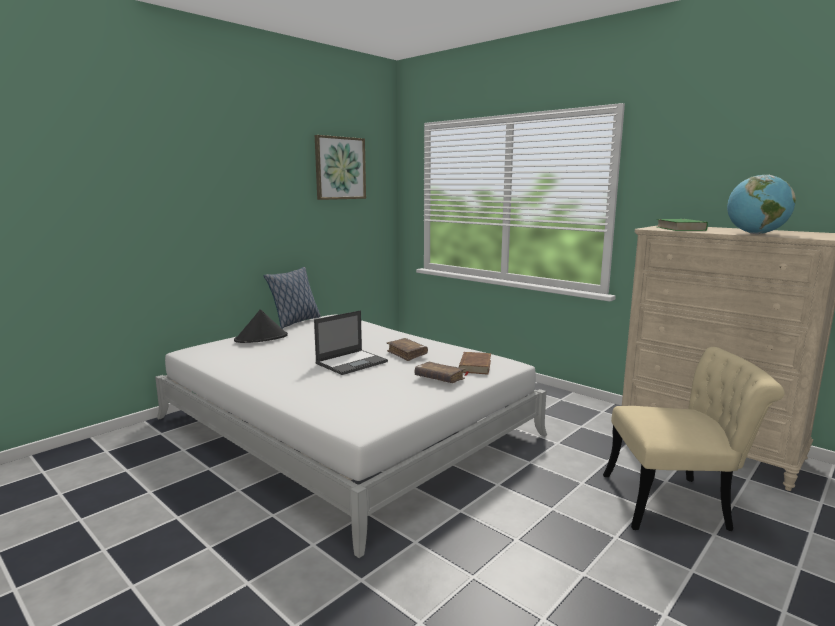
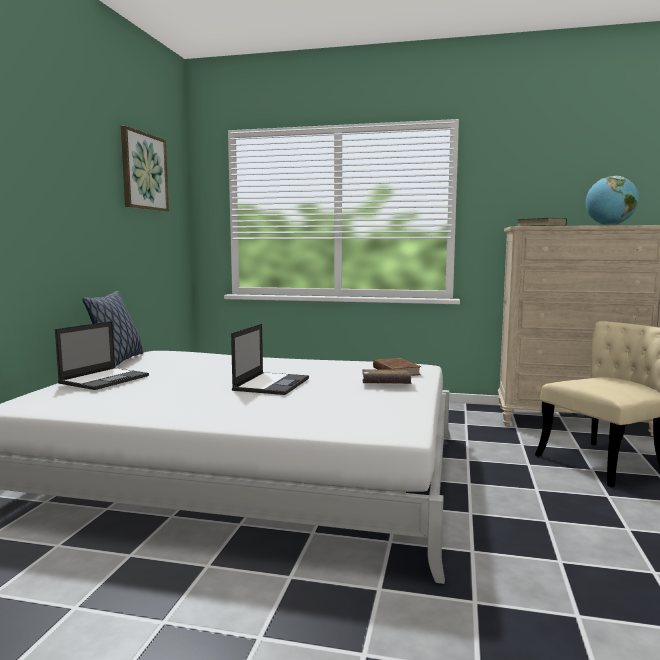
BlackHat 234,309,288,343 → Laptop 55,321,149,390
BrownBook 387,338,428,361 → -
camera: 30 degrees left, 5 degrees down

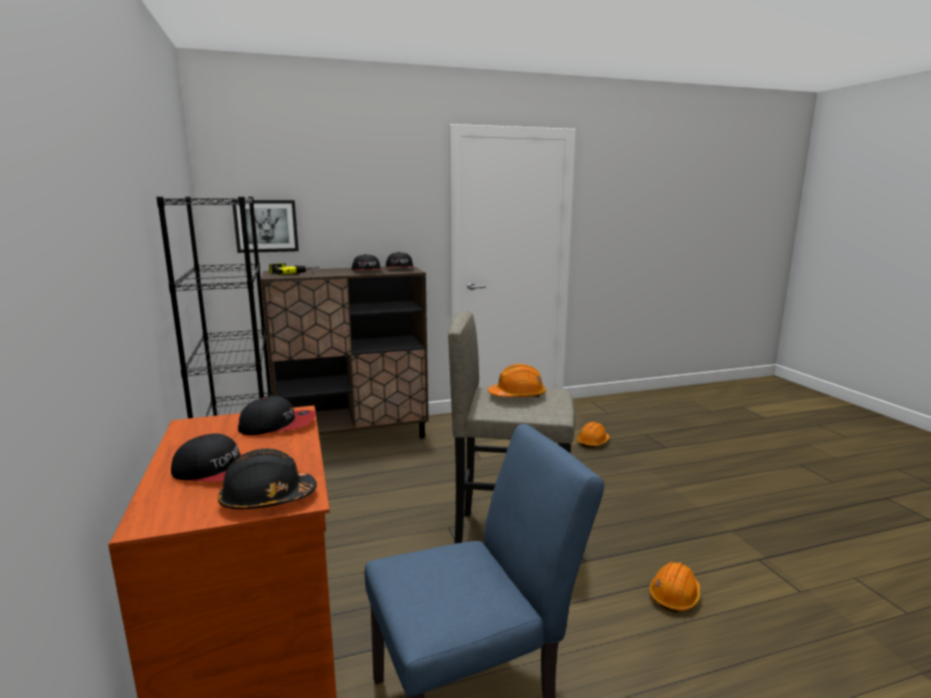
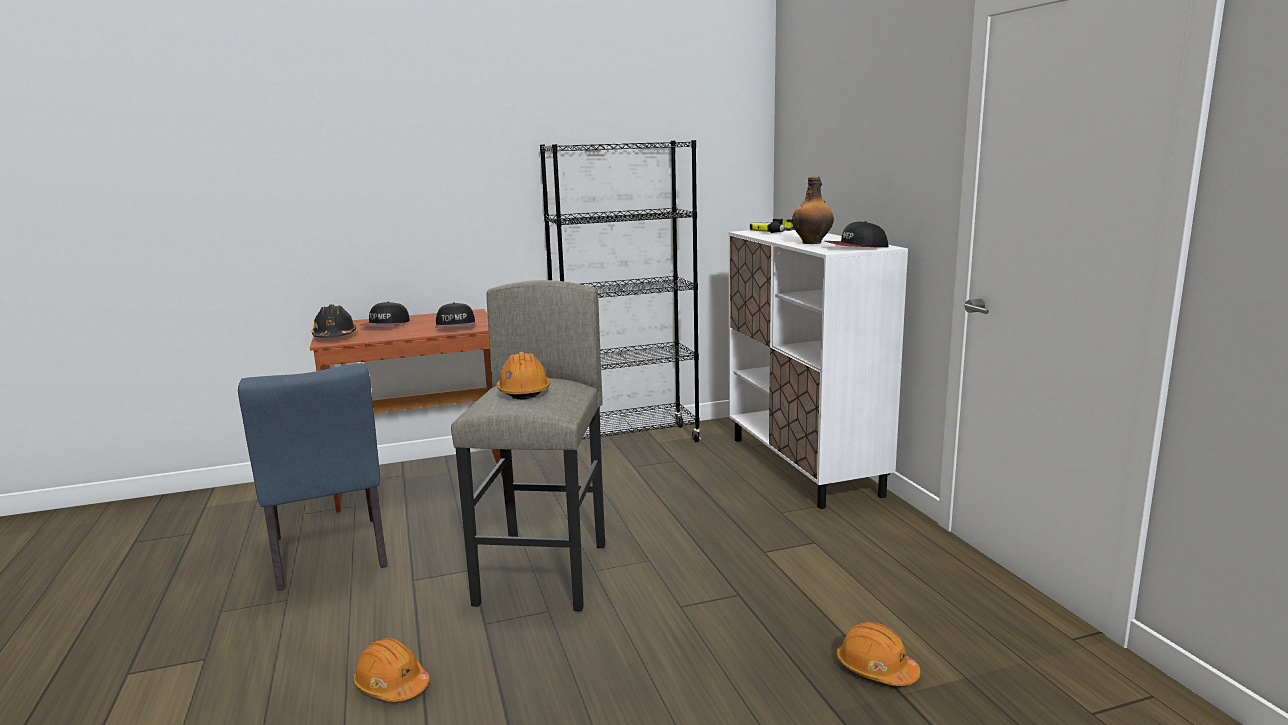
Picture 233,200,299,253 → -
BrownCabinet 261,266,429,438 → WhiteCabinet 729,230,908,509
Cap 352,254,383,271 → Bottle 792,176,834,244
camera: 90 degrees right, 0 degrees up

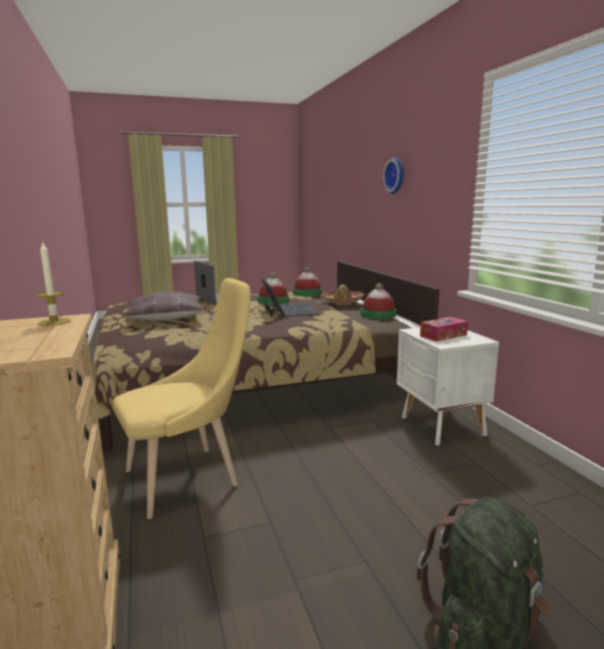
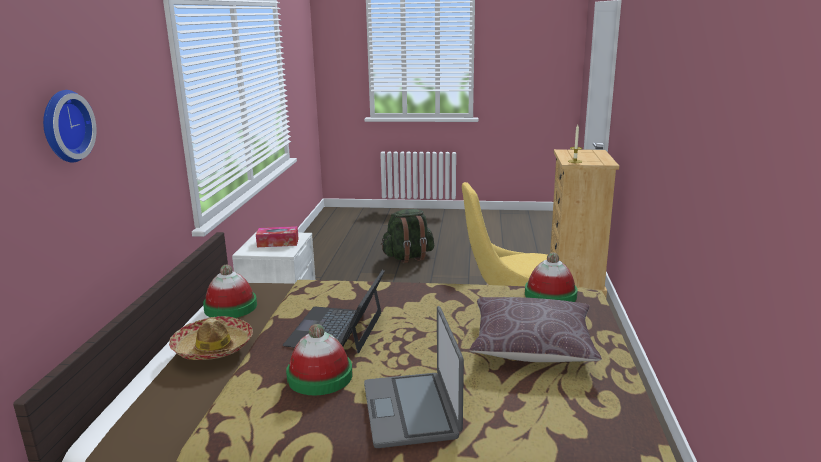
Hat 293,267,322,296 → Hat 525,252,578,302, moved
camera: 155 degrees left, 5 degrees up

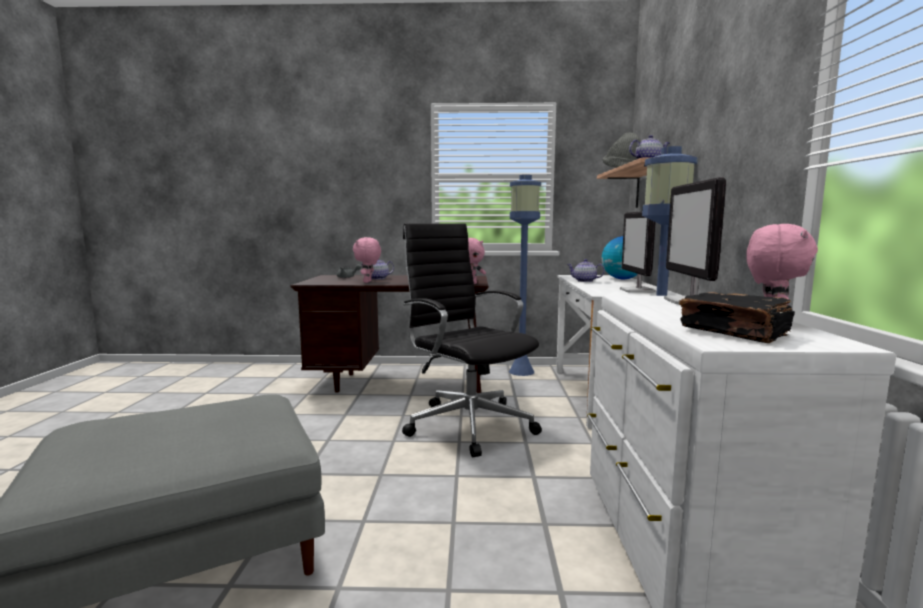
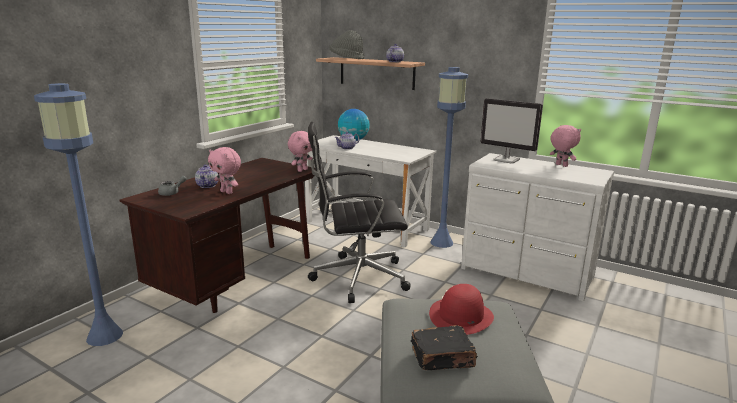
BlueFloorLamp 509,175,541,376 → BlueFloorLamp 34,83,123,346, moved
Monitor 620,211,656,293 → -
BlackBook 679,292,795,343 → BlackBook 411,325,478,370, moved
- → RedHat 429,284,494,335
camera: 60 degrees left, 10 degrees up

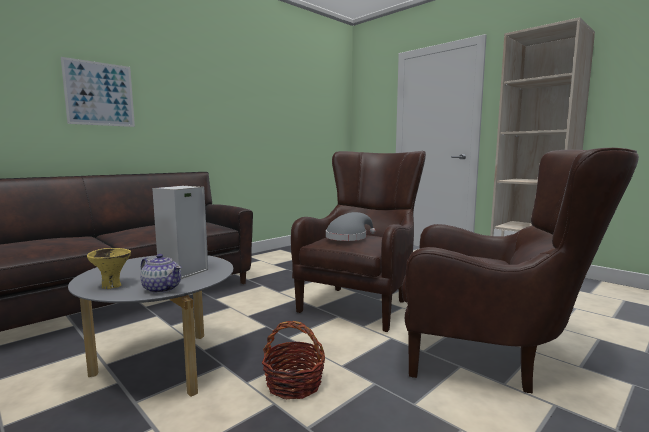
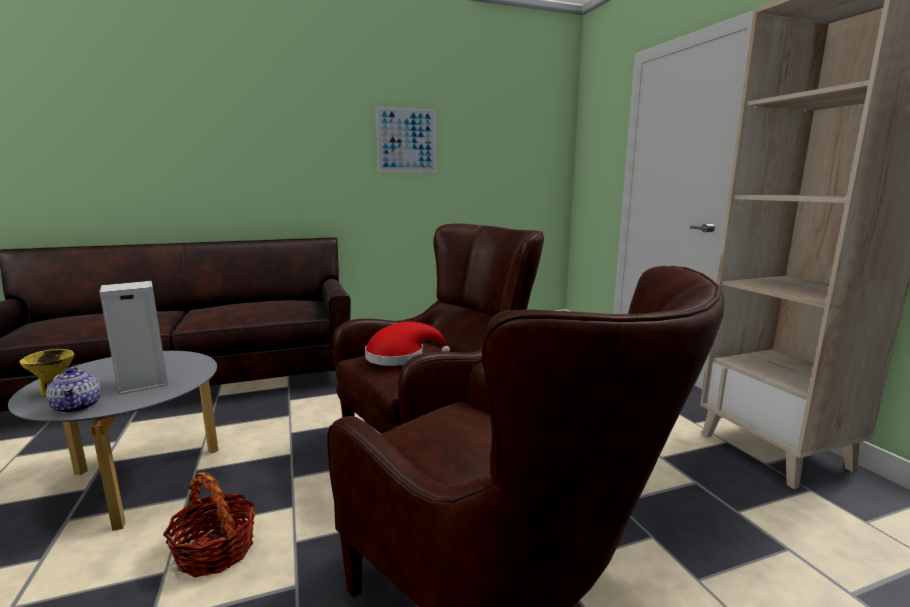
Picture 61,57,135,127 → Picture 376,106,436,172, moved
GreyHat 326,212,376,241 → RedHat 365,322,450,366
camera: 25 degrees right, 5 degrees up

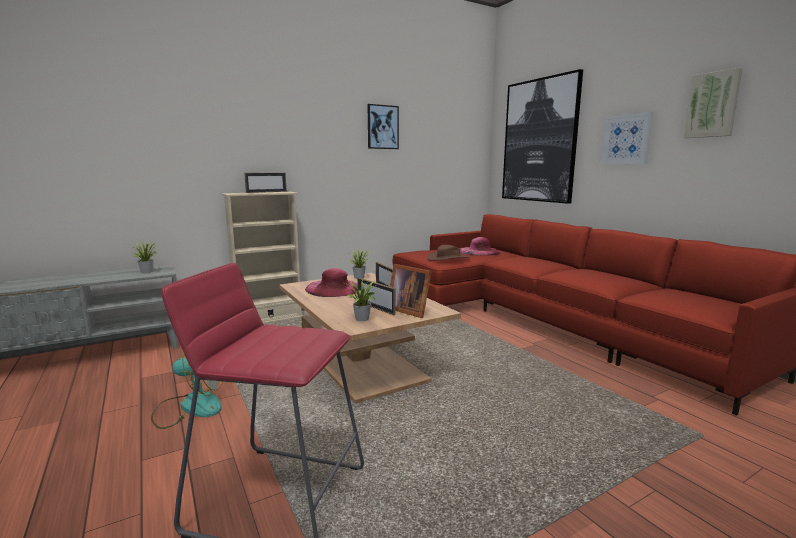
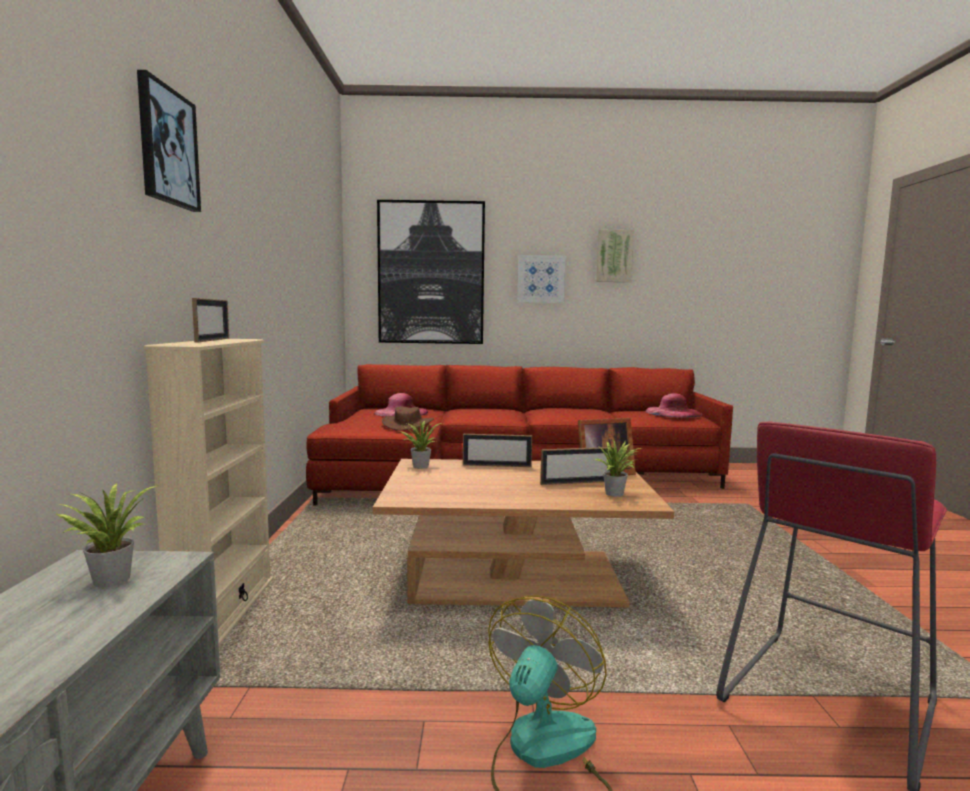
PinkHat 305,268,358,297 → PinkHat 646,393,702,418, moved
Picture 367,104,399,149 → Picture 137,70,201,212, moved
camera: 60 degrees left, 5 degrees down

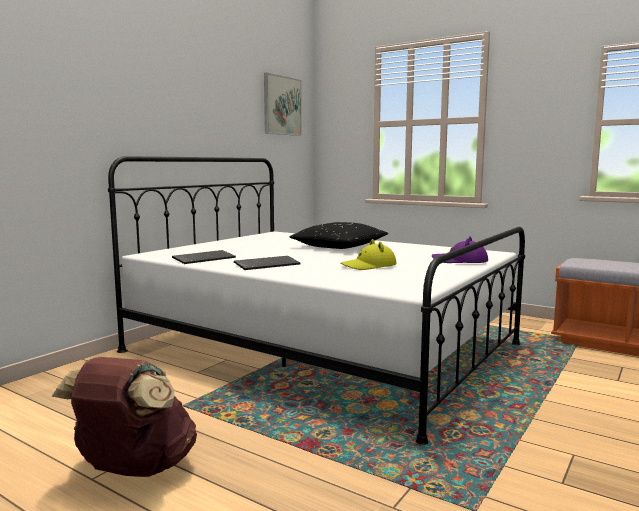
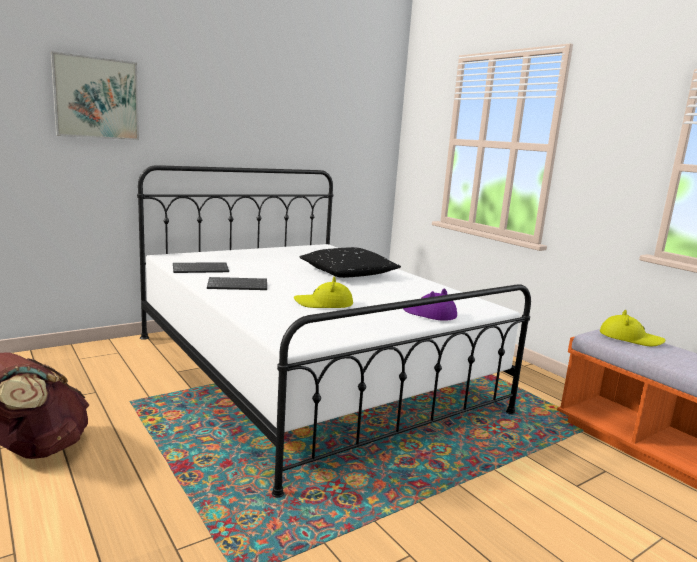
Picture 264,73,302,136 → Picture 51,51,139,140, moved
- → YellowHat 600,310,665,346
camera: 20 degrees right, 5 degrees up

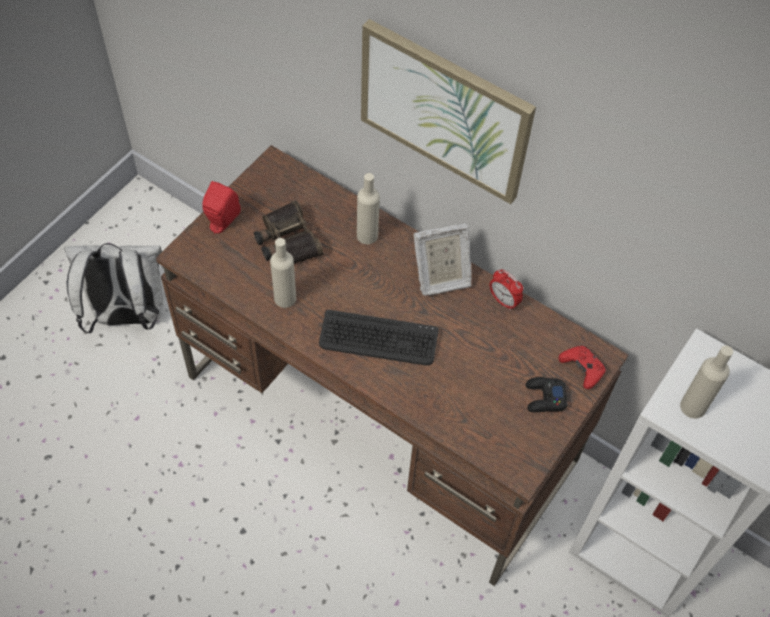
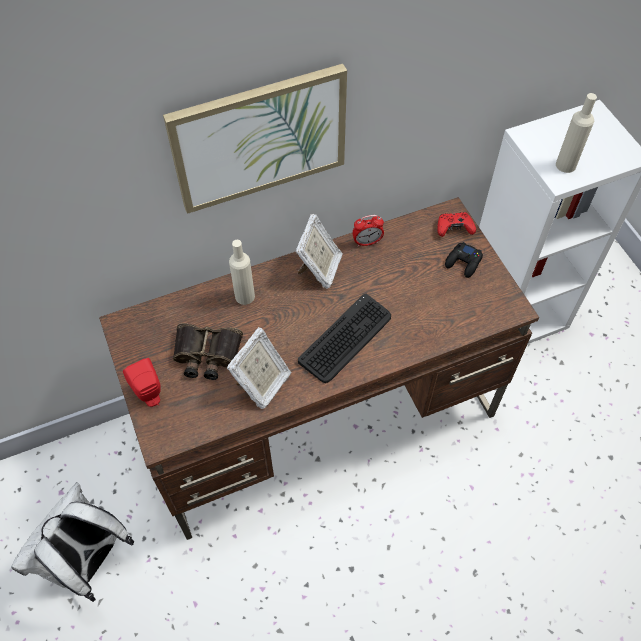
BeigeBottle 270,238,296,308 → PictureFrame 227,327,291,409
camera: 55 degrees left, 0 degrees up

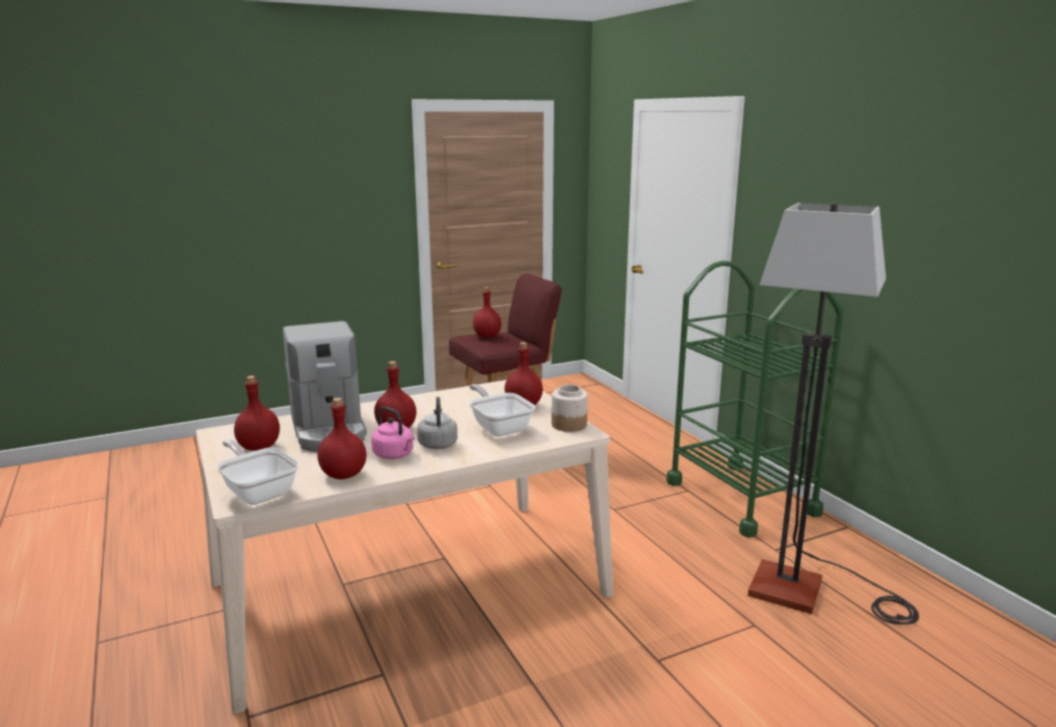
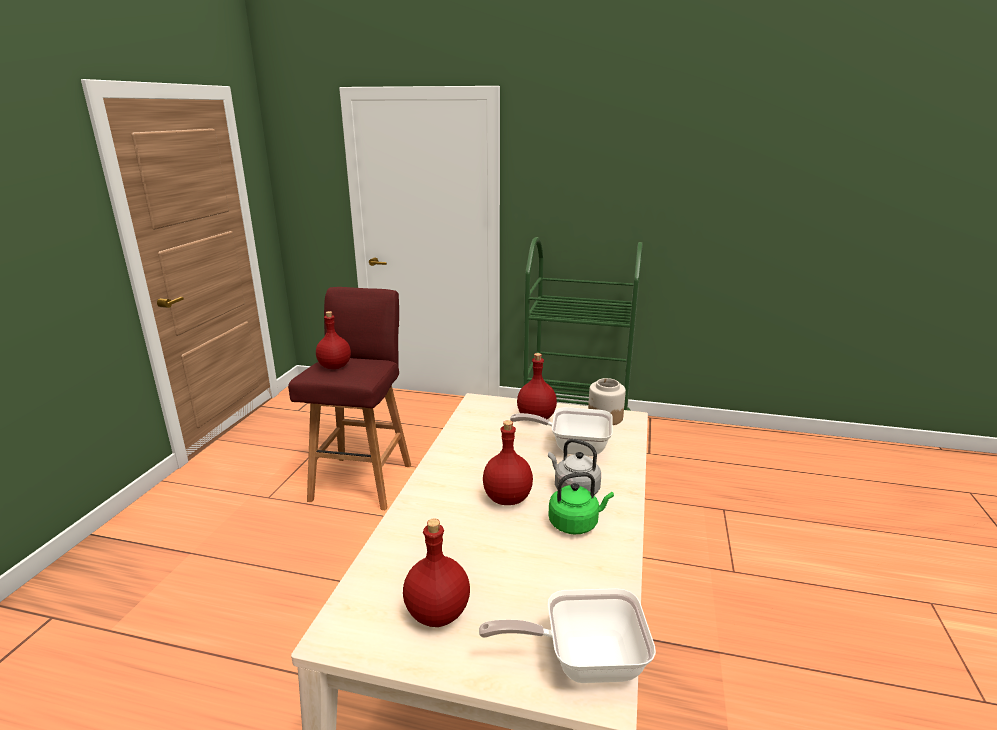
CoffeeMachine 283,321,367,452 → -
RedBottle 317,398,366,480 → -
PinkKettle 371,406,414,459 → GreenKettle 548,472,614,535
FloorLamp 748,202,919,625 → -
camera: 50 degrees left, 5 degrees up

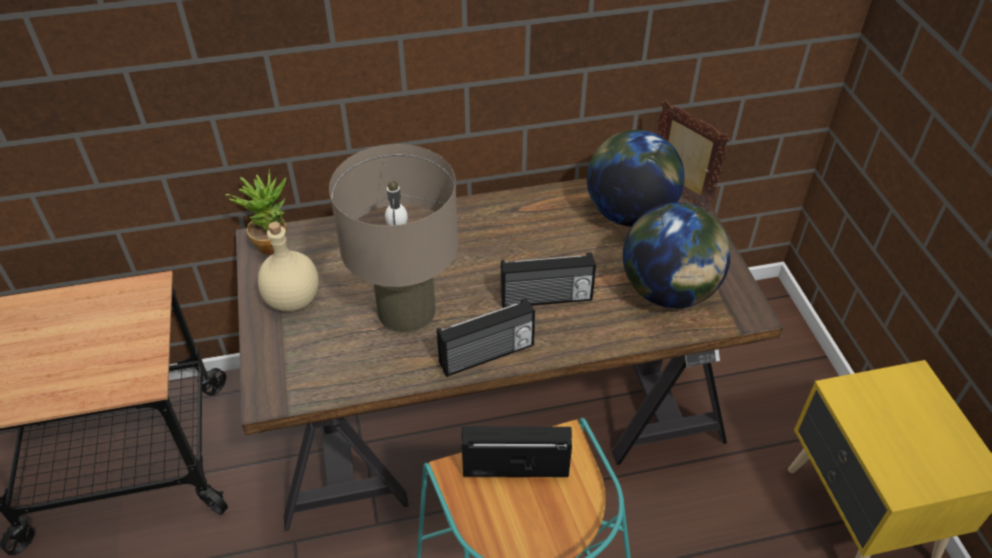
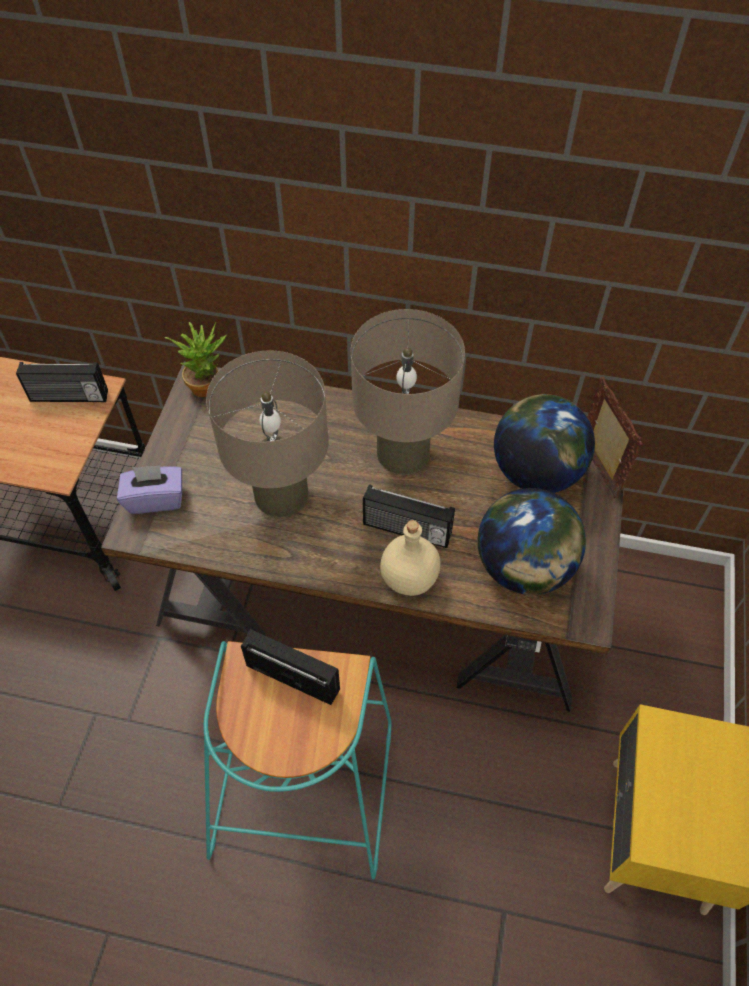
BeigeBottle 258,222,319,311 → BeigeBottle 380,520,441,596, moved
Radio 437,298,535,377 → Radio 16,362,108,402, moved
- → PurpleTissueBox 117,465,182,514
- → BeigeTableLamp 351,309,465,475
camera: 25 degrees right, 10 degrees up

